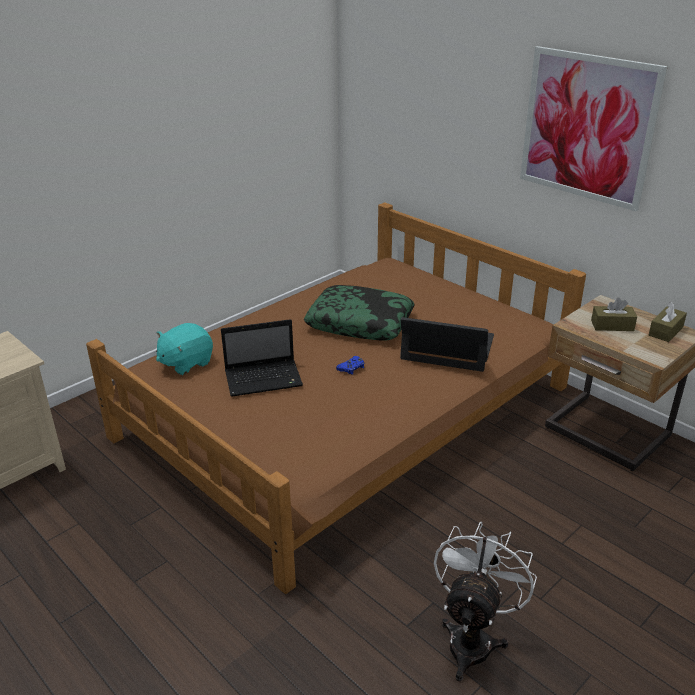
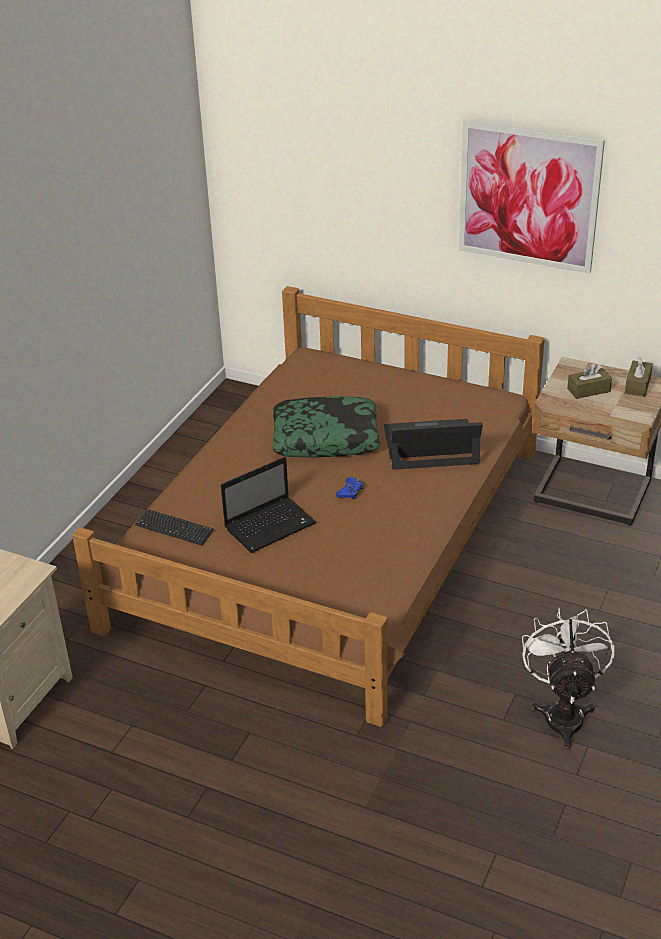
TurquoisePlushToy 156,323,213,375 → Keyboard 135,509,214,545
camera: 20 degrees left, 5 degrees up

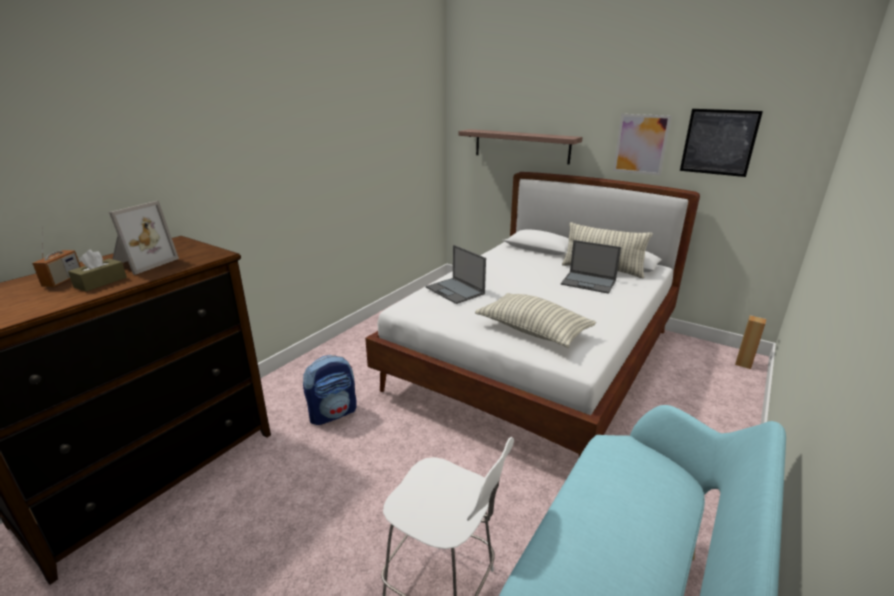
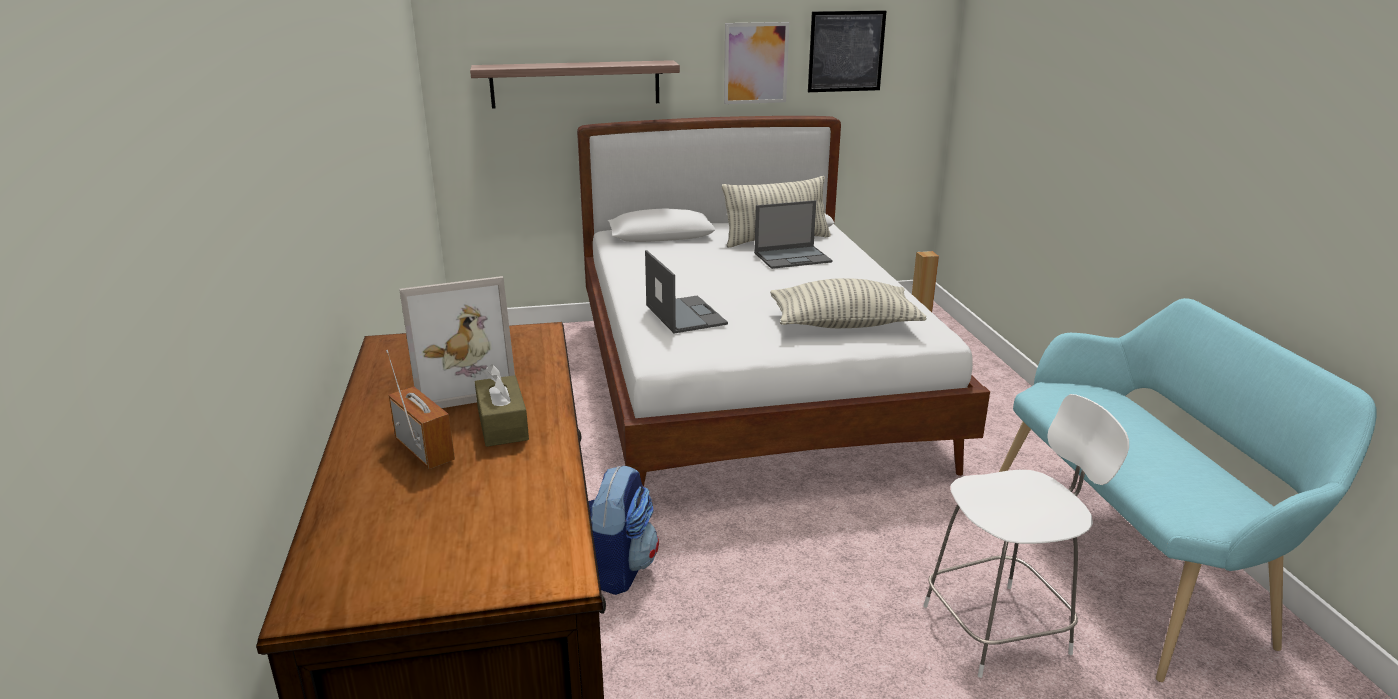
PictureFrame 109,201,179,275 → PictureFrame 399,276,515,408, 90 degrees clockwise
Laptop 426,245,486,304 → Laptop 645,250,728,334, 120 degrees counterclockwise
camera: 45 degrees left, 0 degrees up

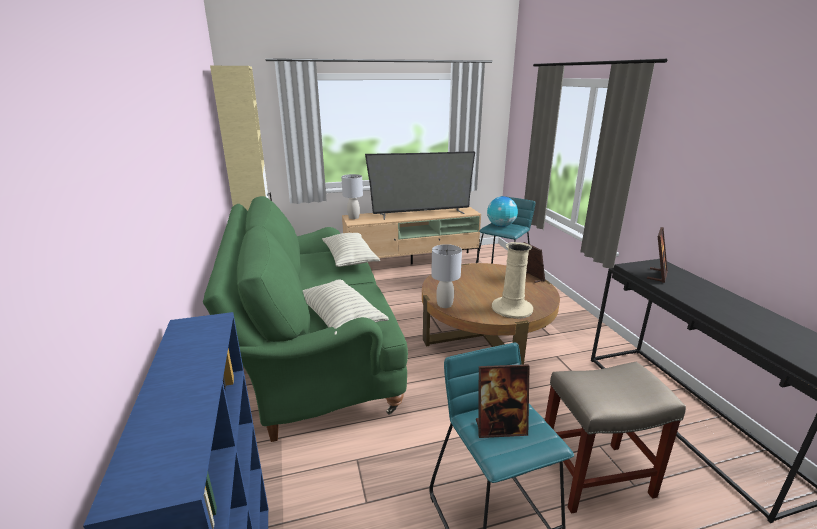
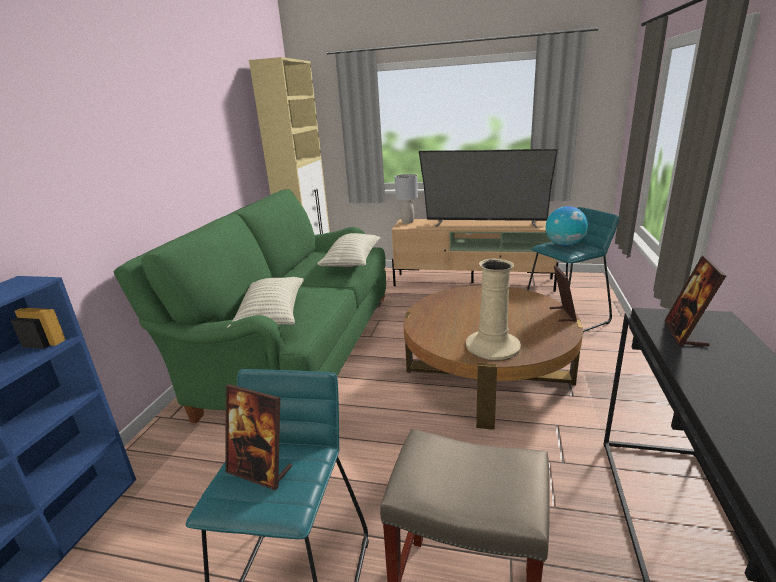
GreyTableLamp 431,244,462,308 → -
PictureFrame 647,227,668,283 → PictureFrame 664,255,726,346, 135 degrees clockwise
camera: 30 degrees right, 0 degrees up

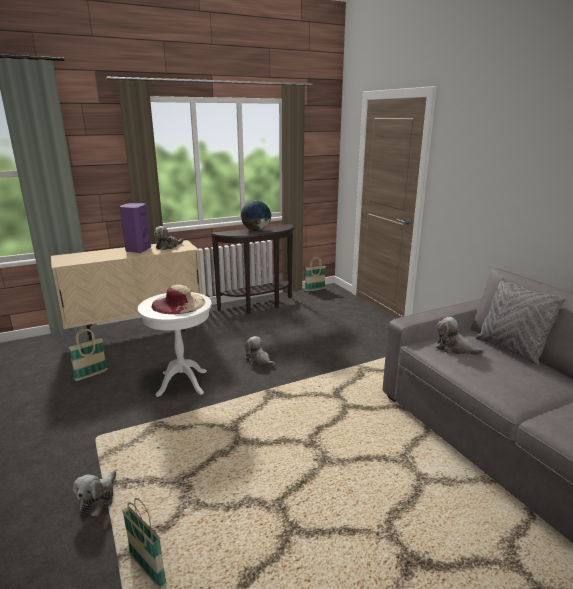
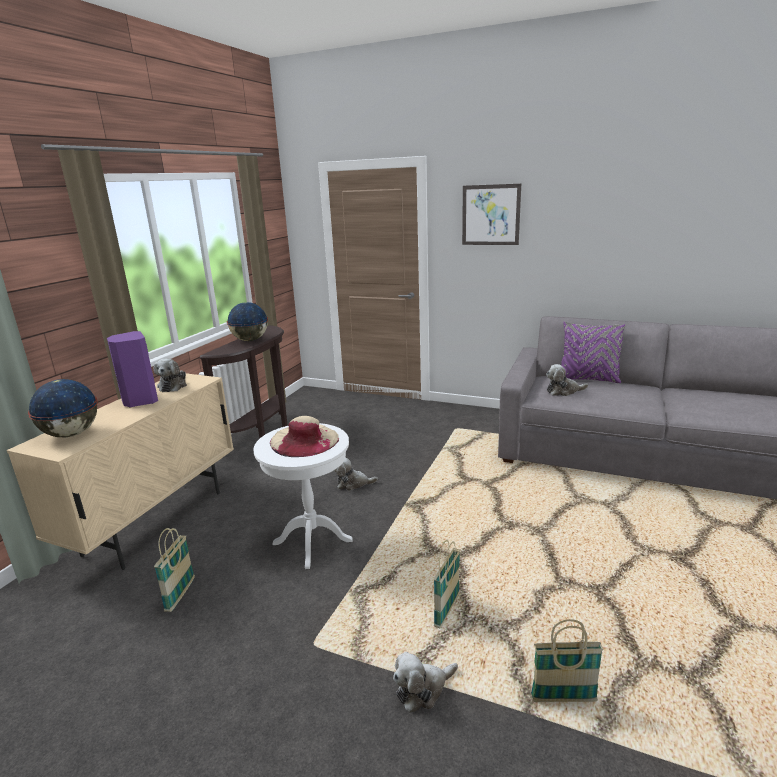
PlushToy 73,470,116,516 → PlushToy 393,652,458,713, 90 degrees clockwise
Basket 304,257,326,292 → Basket 434,540,460,629, moved
GreyPillow 475,277,566,365 → PurplePillow 561,321,626,383
- → Globe 28,379,98,437
- → Picture 462,184,521,245
camera: 40 degrees left, 0 degrees up

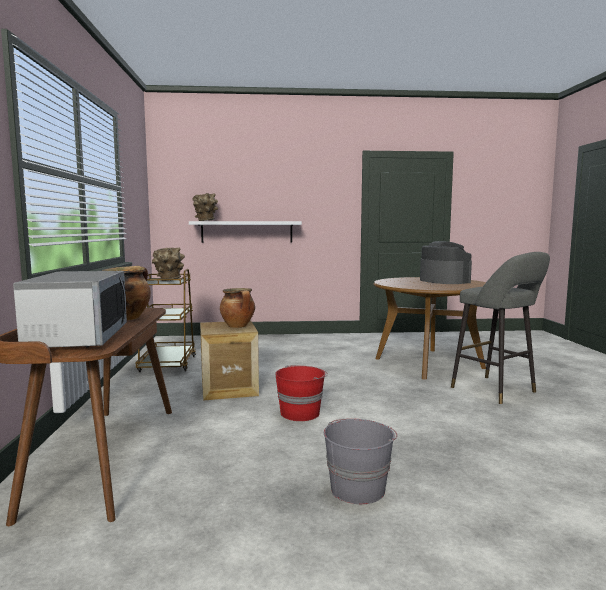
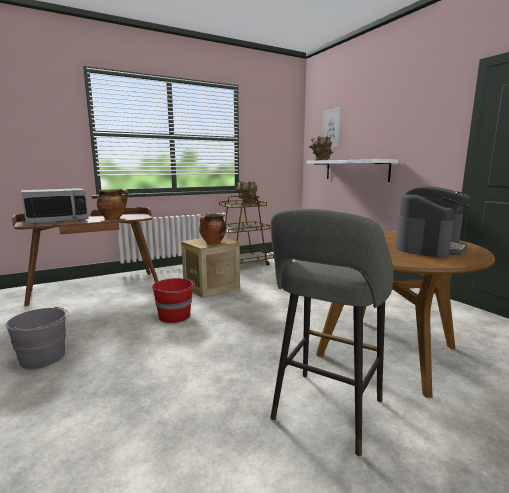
- → Picture 322,107,342,148
camera: 65 degrees right, 5 degrees up

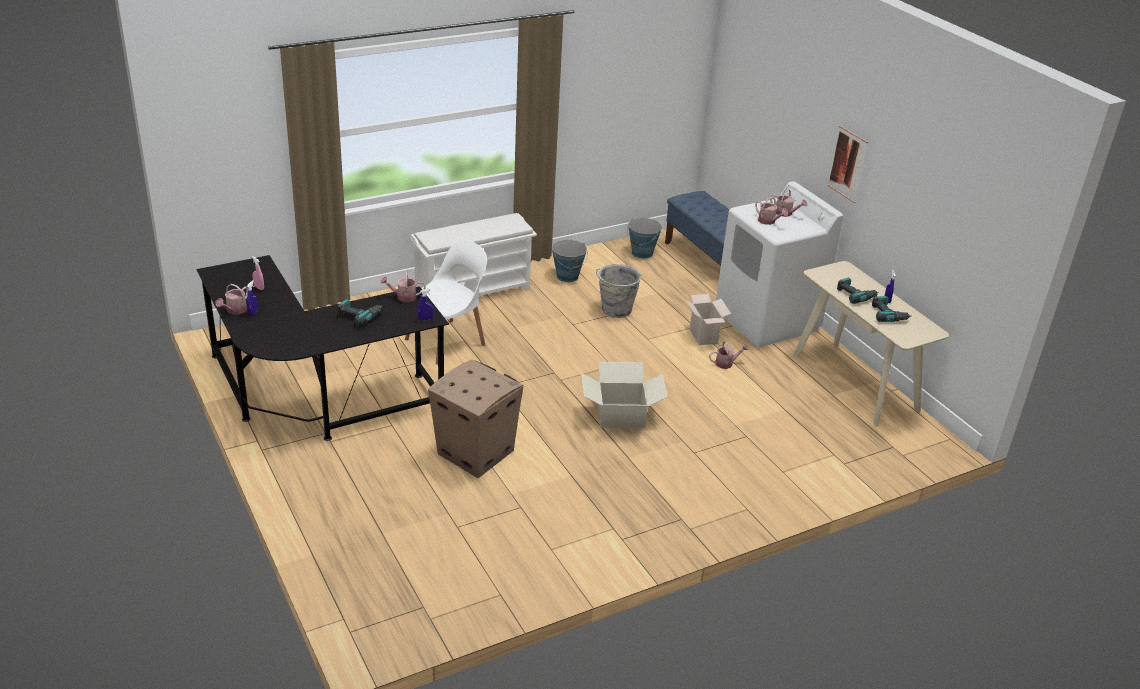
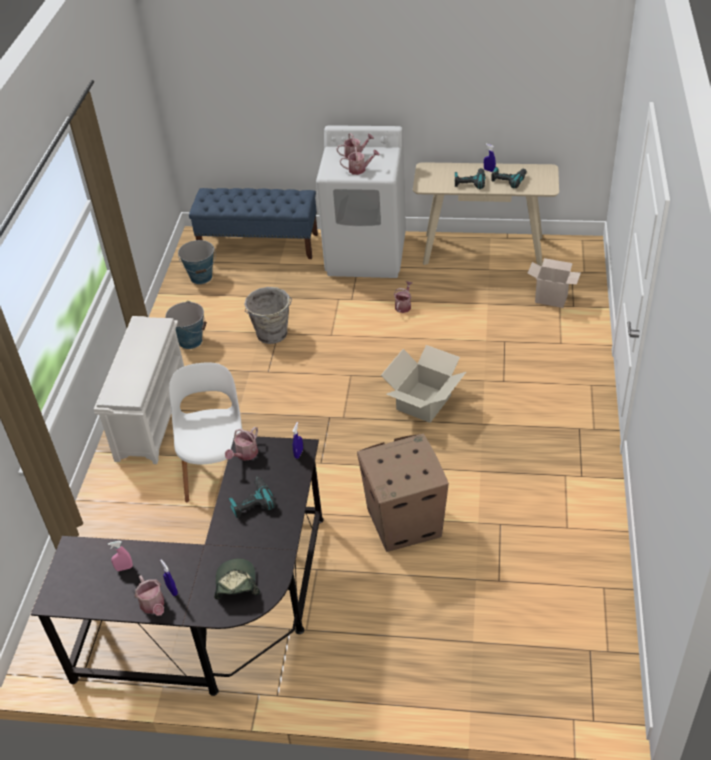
CardboardBox 686,294,731,345 → CardboardBox 527,258,581,308, moved
Picture 827,125,868,203 → -
- → Cap 214,558,260,599
camera: 50 degrees left, 10 degrees up

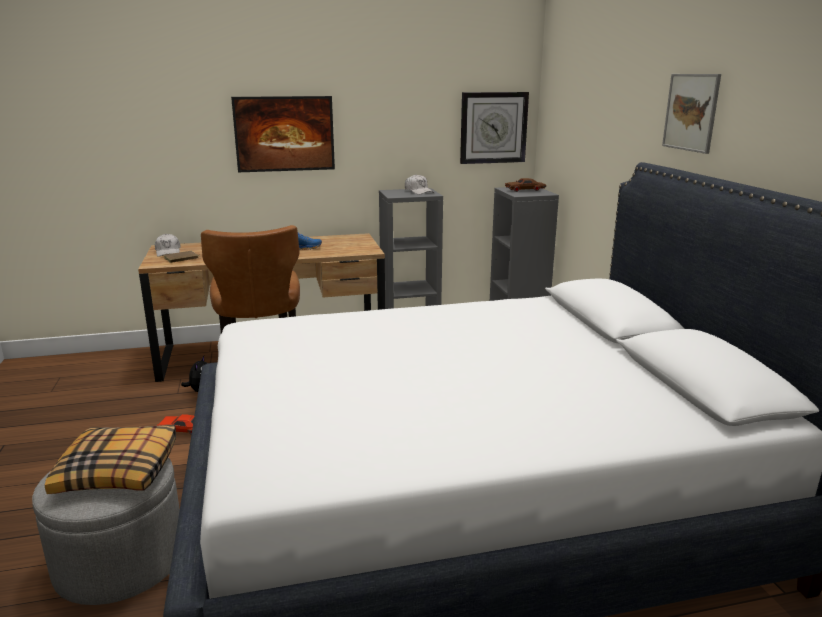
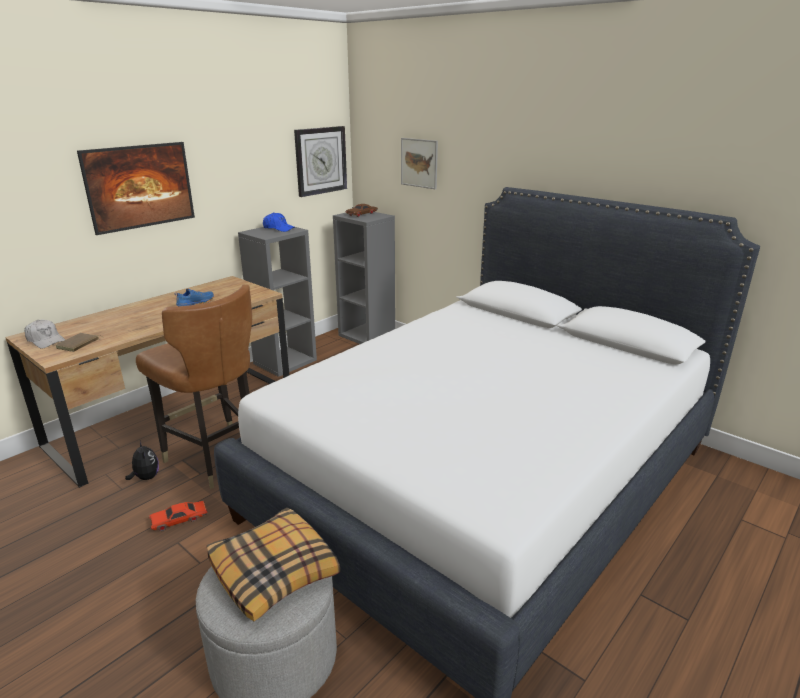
WhiteCap 405,174,434,195 → BlueCap 263,212,295,232
Picture 662,74,721,154 → Picture 401,138,438,189, moved
camera: 35 degrees left, 5 degrees up

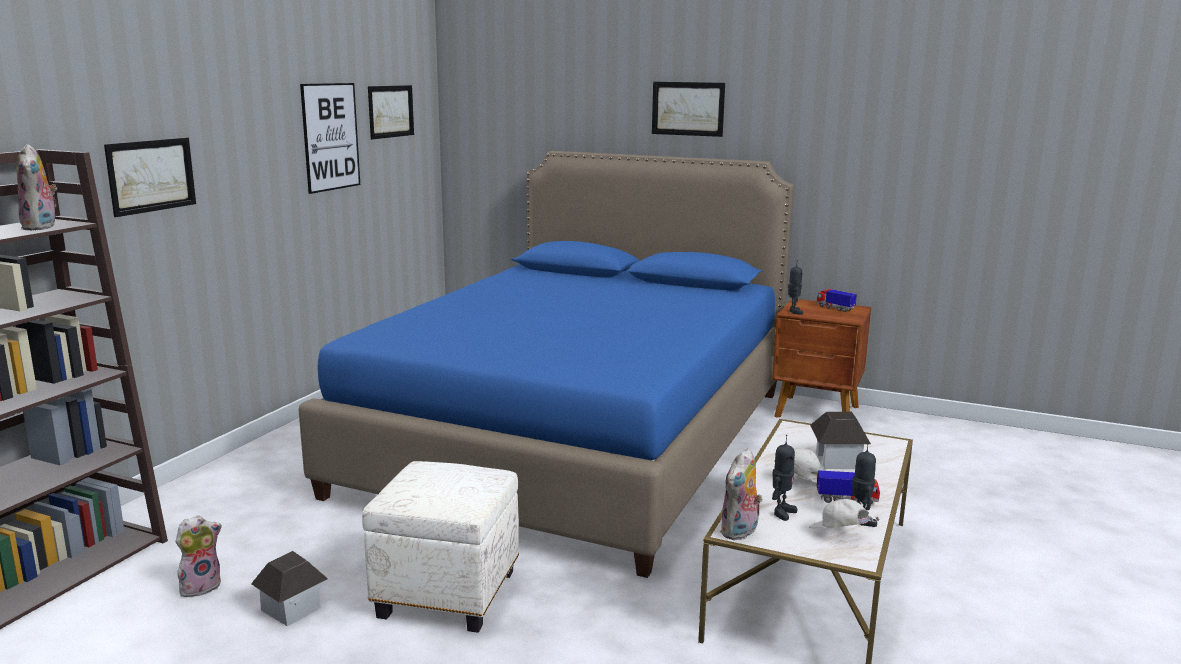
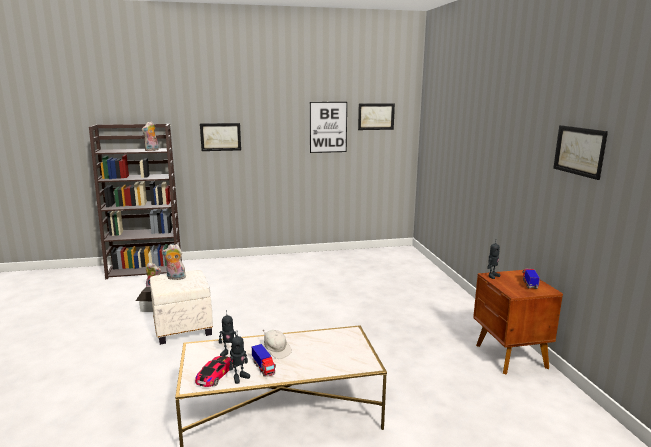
BlueBed 299,151,794,578 → -
Picture 652,82,725,137 → Picture 553,125,608,180, moved
PlushToy 720,448,763,540 → PlushToy 162,244,186,280, moved
WhiteCap 809,499,880,529 → ToyCar 195,356,234,387
ToyHouse 810,412,871,469 → -
camera: 55 degrees right, 0 degrees up

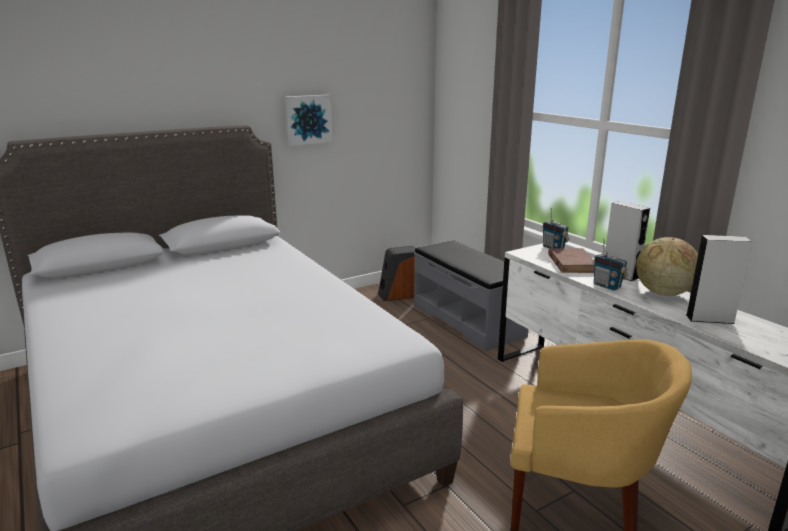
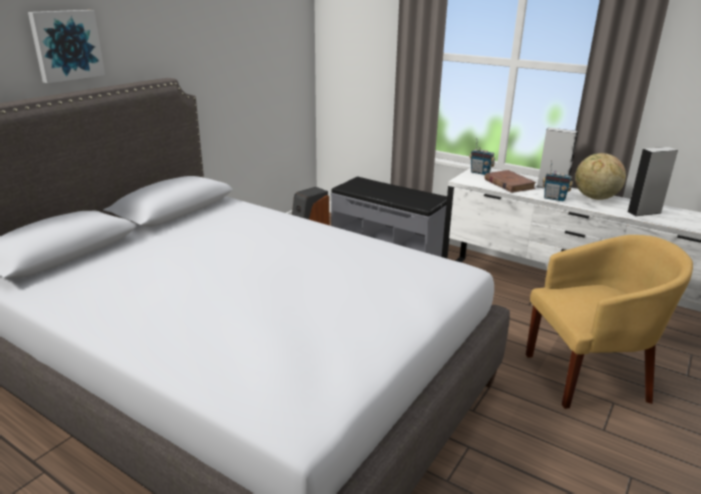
Picture 285,95,332,146 → Picture 28,10,105,83, moved
camera: 25 degrees left, 5 degrees up

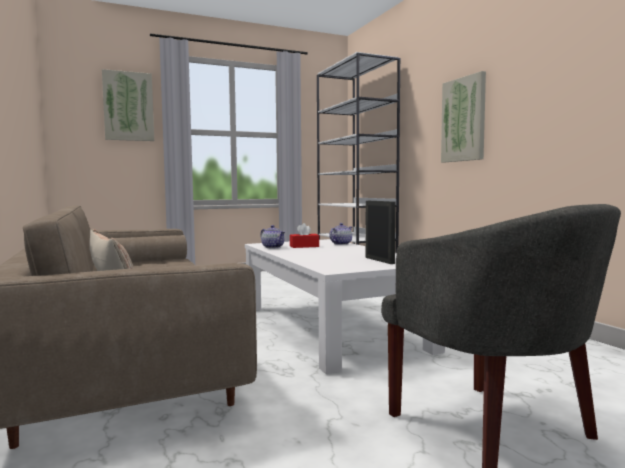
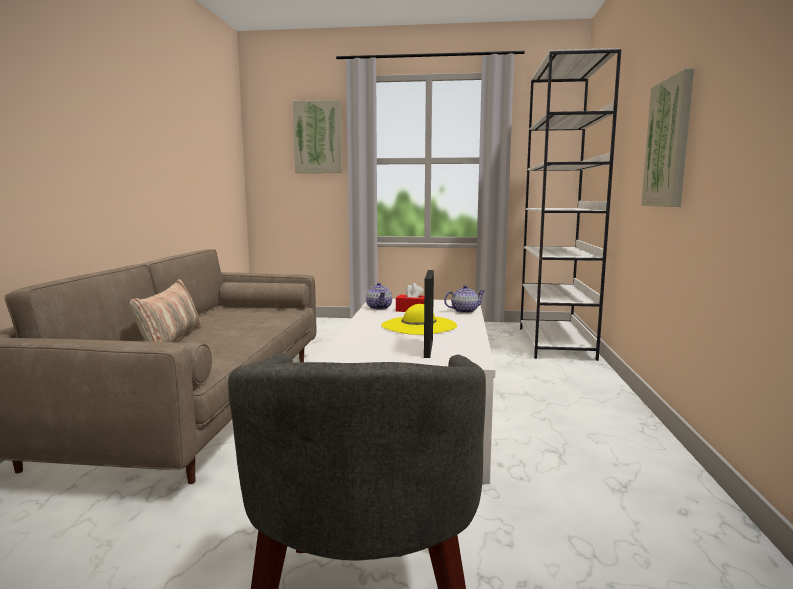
- → YellowHat 381,304,457,335
camera: 30 degrees right, 5 degrees up

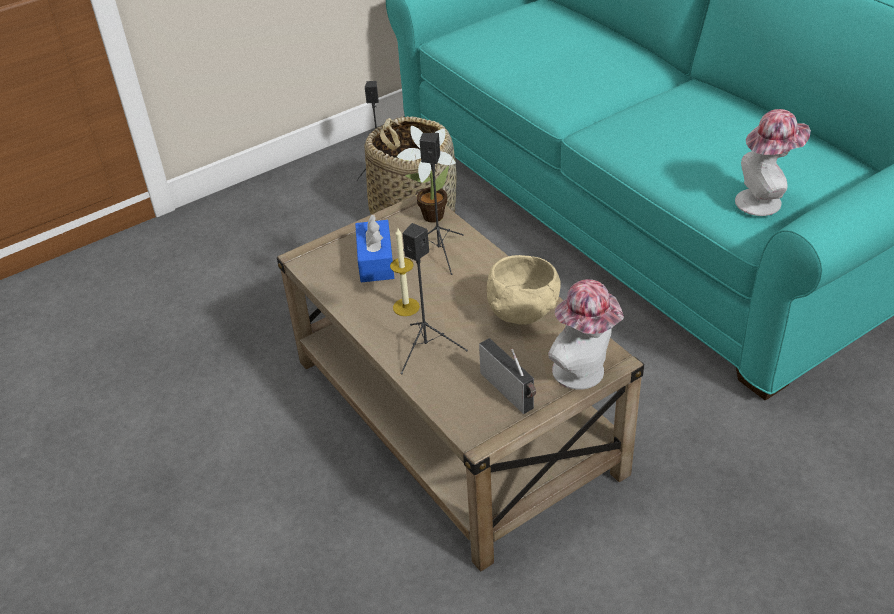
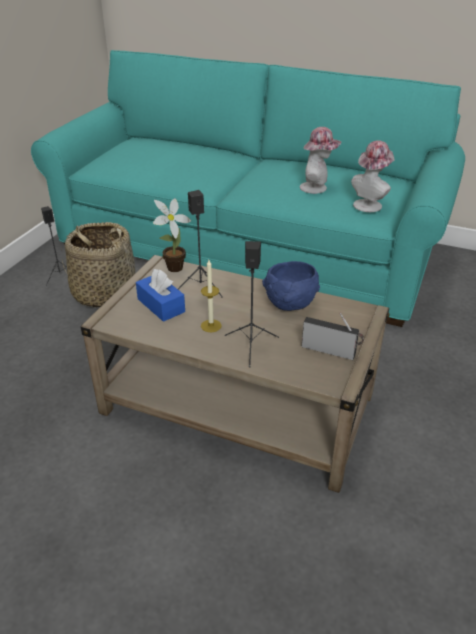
BeigeBowl 487,255,561,325 → BlueBowl 262,261,320,311
Hat 548,279,624,390 → Hat 300,127,342,194, moved
camera: 35 degrees left, 5 degrees down

